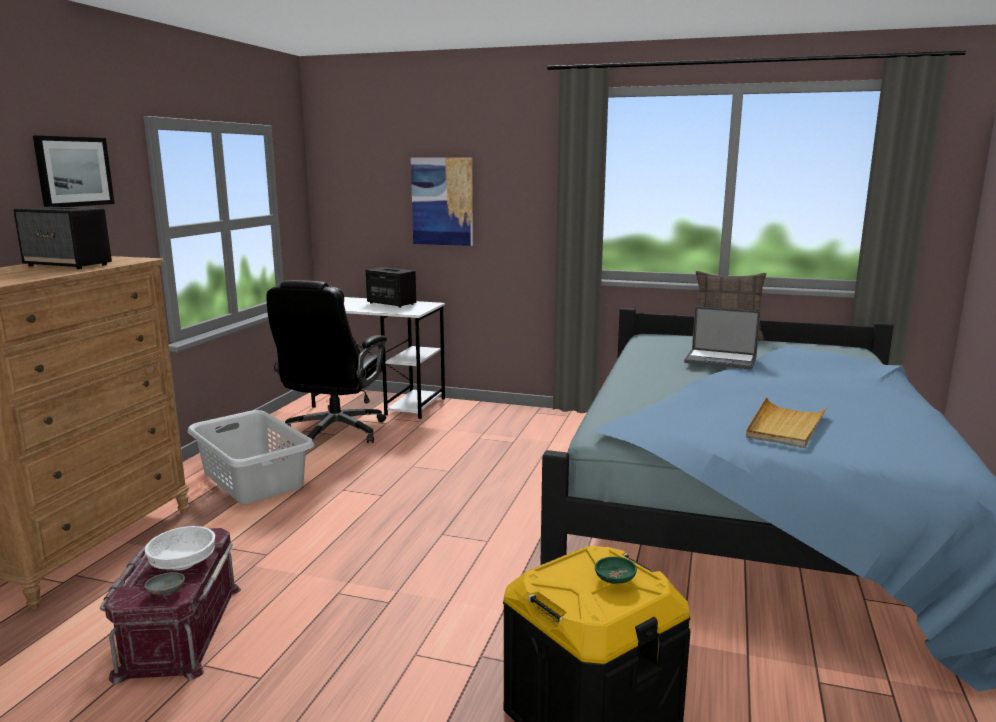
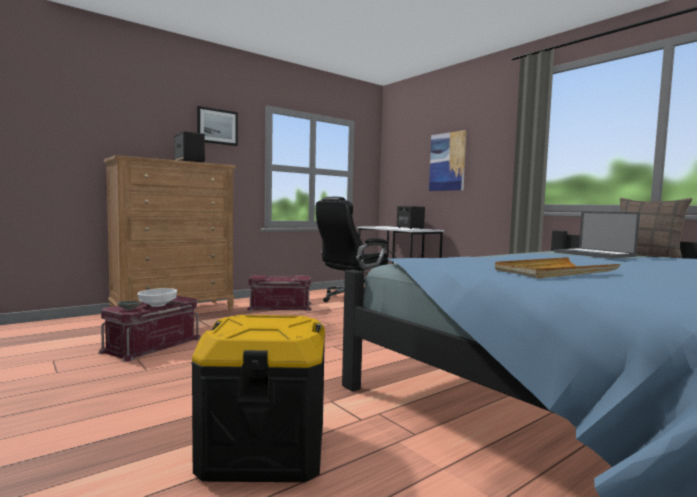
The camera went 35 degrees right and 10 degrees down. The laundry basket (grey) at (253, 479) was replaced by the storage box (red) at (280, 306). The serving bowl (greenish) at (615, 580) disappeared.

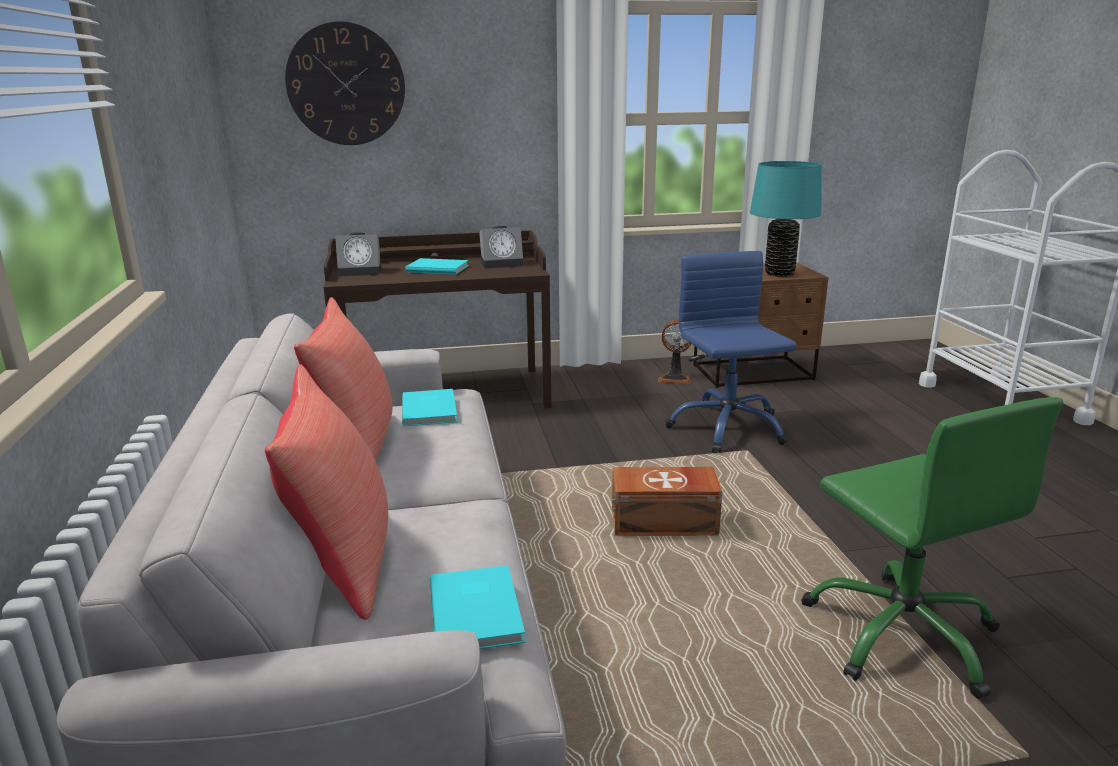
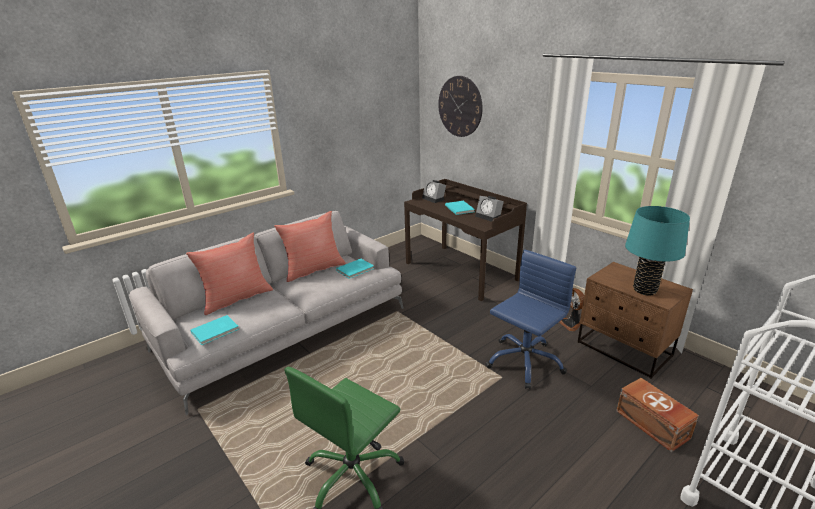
The camera went 60 degrees right and 5 degrees up. The storage box (brownish) moved from (665, 524) to (652, 425).

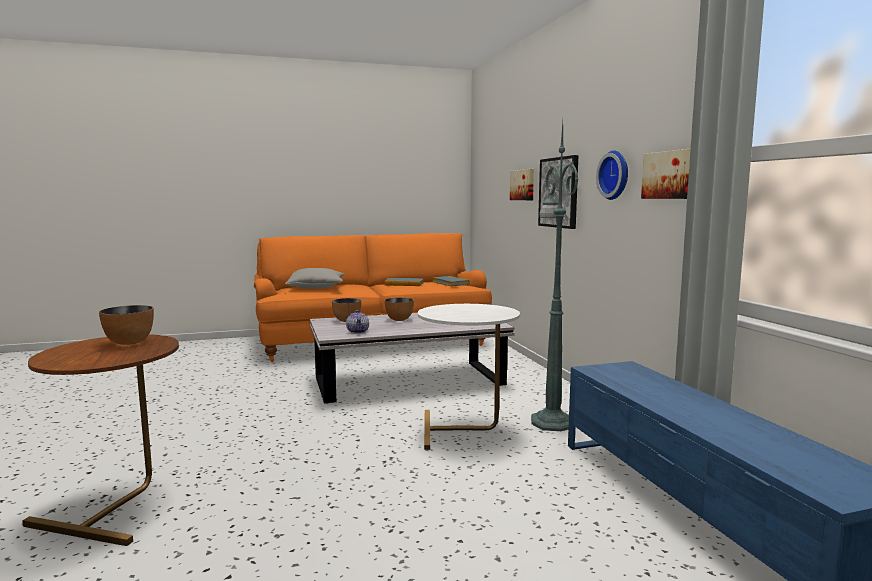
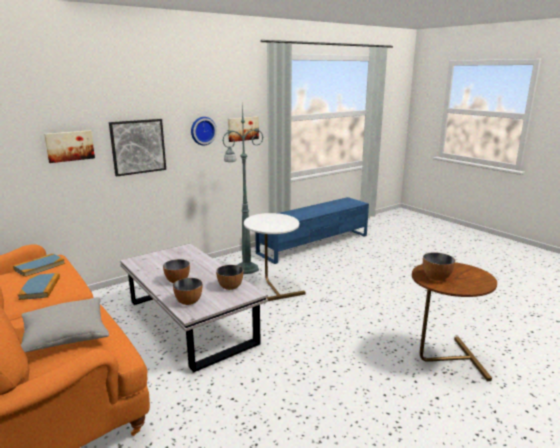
The camera went 110 degrees left and 10 degrees up. The teapot at (358, 331) was replaced by the serving bowl at (230, 287).

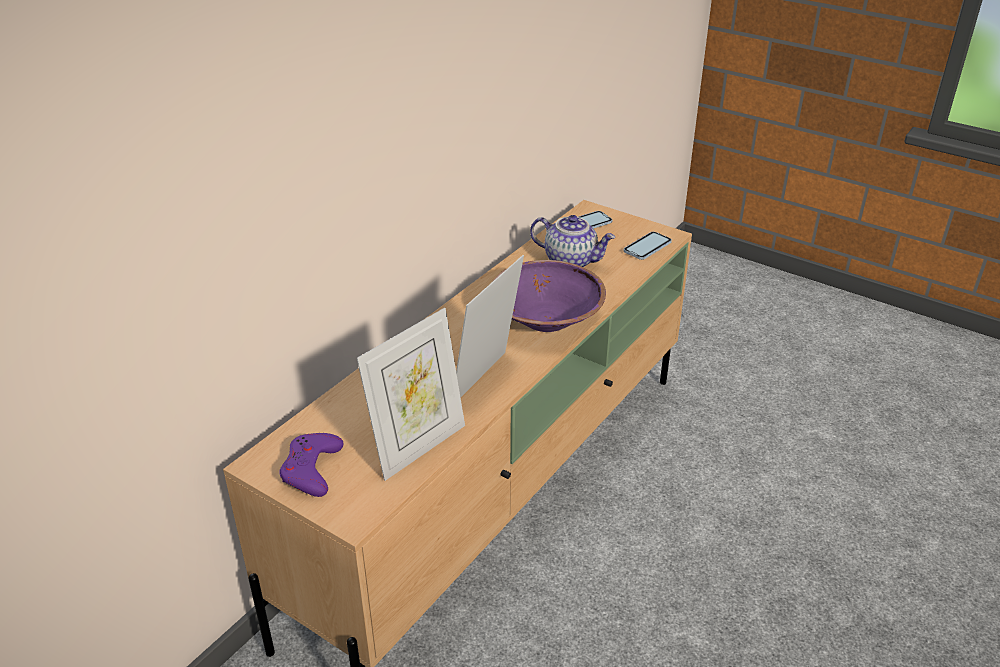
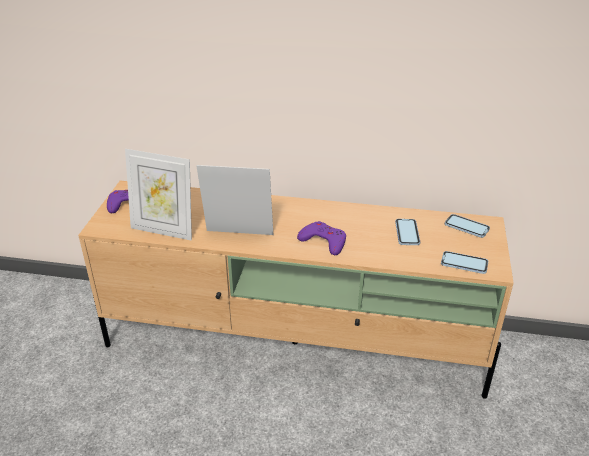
The camera went 65 degrees right and 0 degrees up. The teapot at (571, 261) was replaced by the telephone at (407, 233). The serving bowl (purple-coloured) at (547, 319) was replaced by the game controller (purple-coloured) at (323, 241).

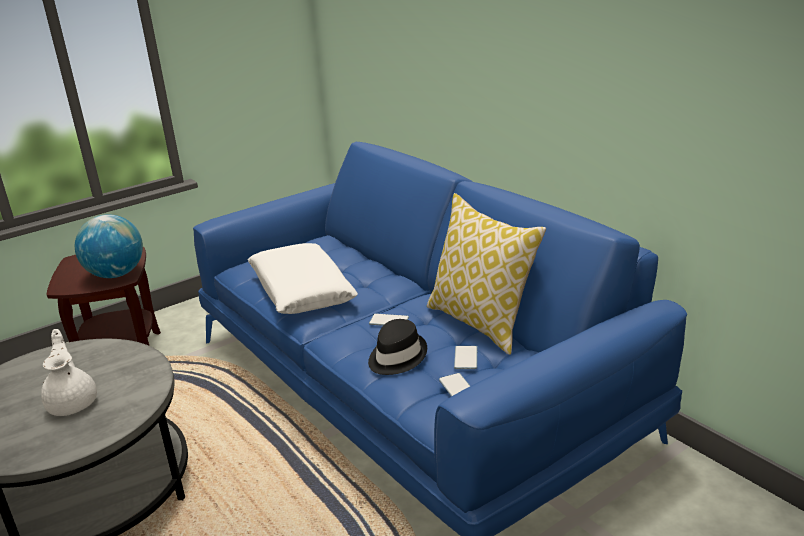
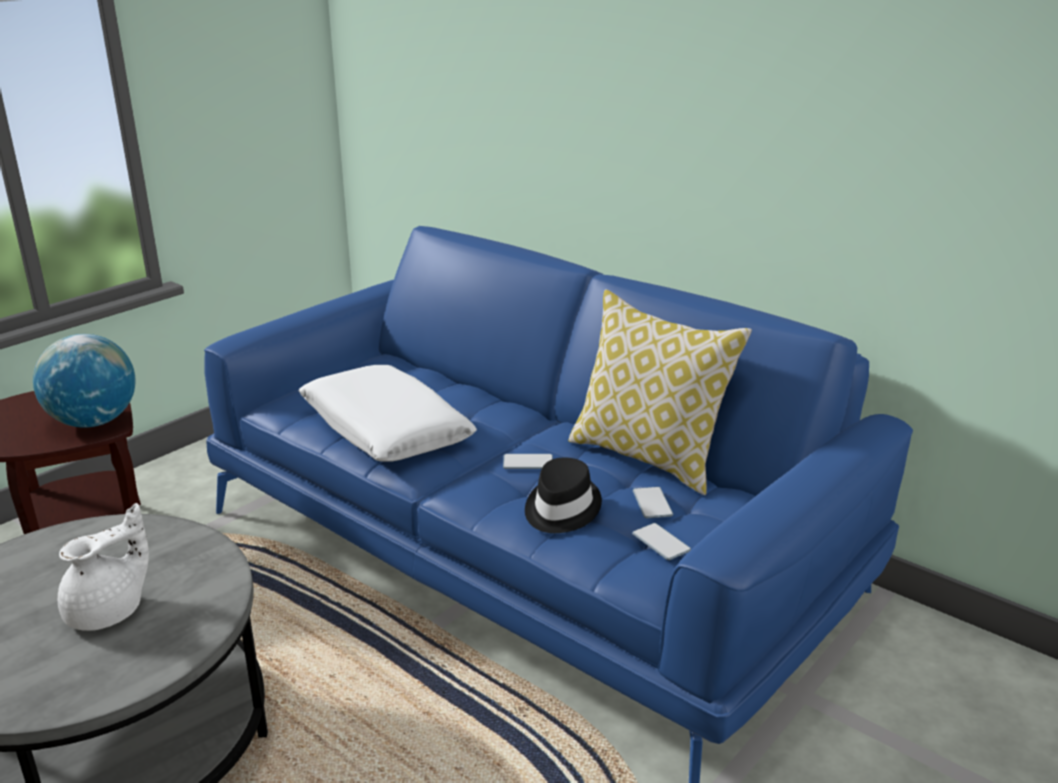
The camera went 15 degrees left and 0 degrees up. The teapot (whitish) at (73, 403) turned 75 degrees clockwise.

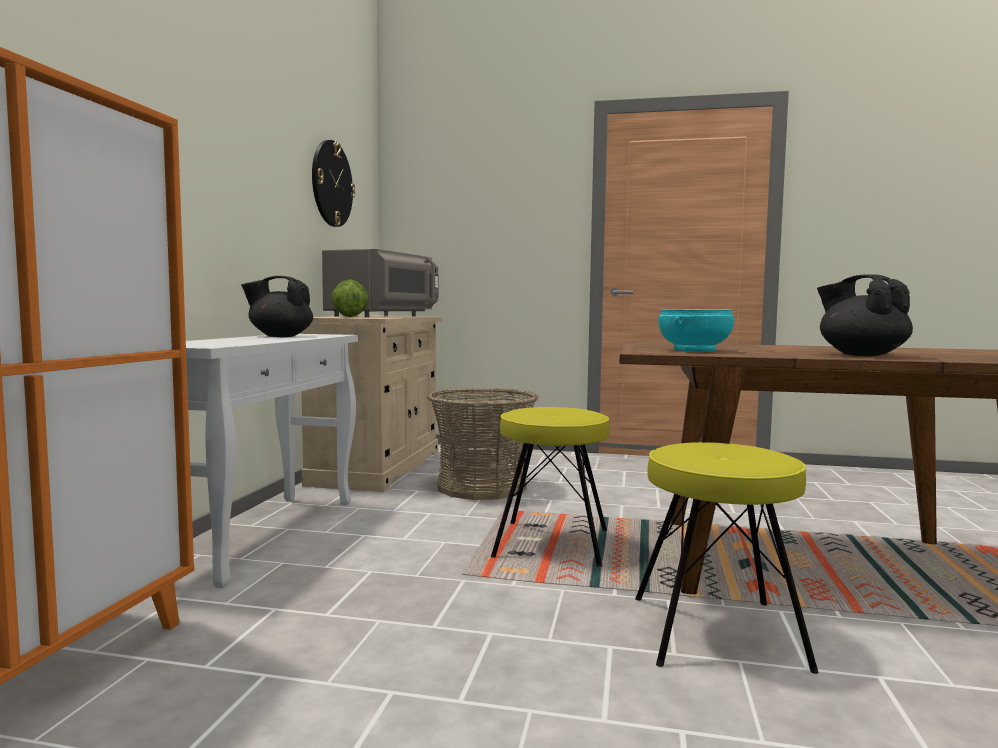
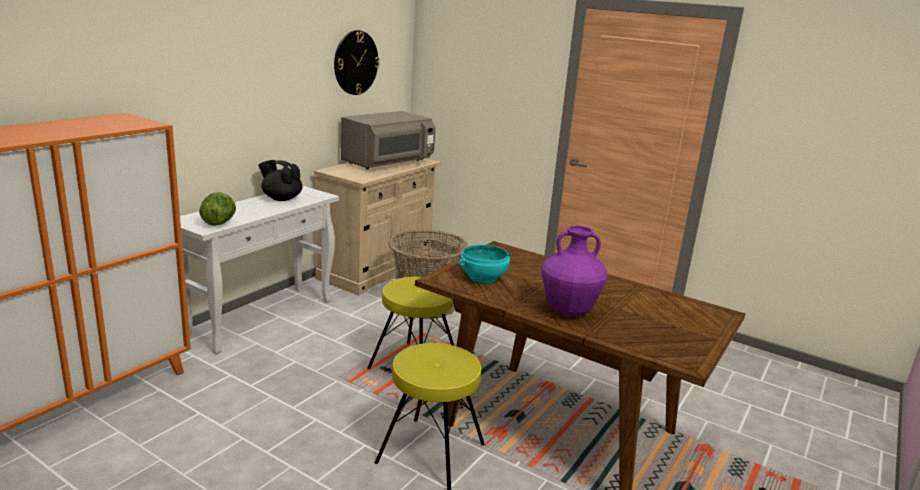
The camera went 20 degrees right and 15 degrees up. The teapot (black) at (861, 355) was replaced by the decorative vase (purple-coloured) at (569, 312). The lettuce head moved from (349, 317) to (219, 223).

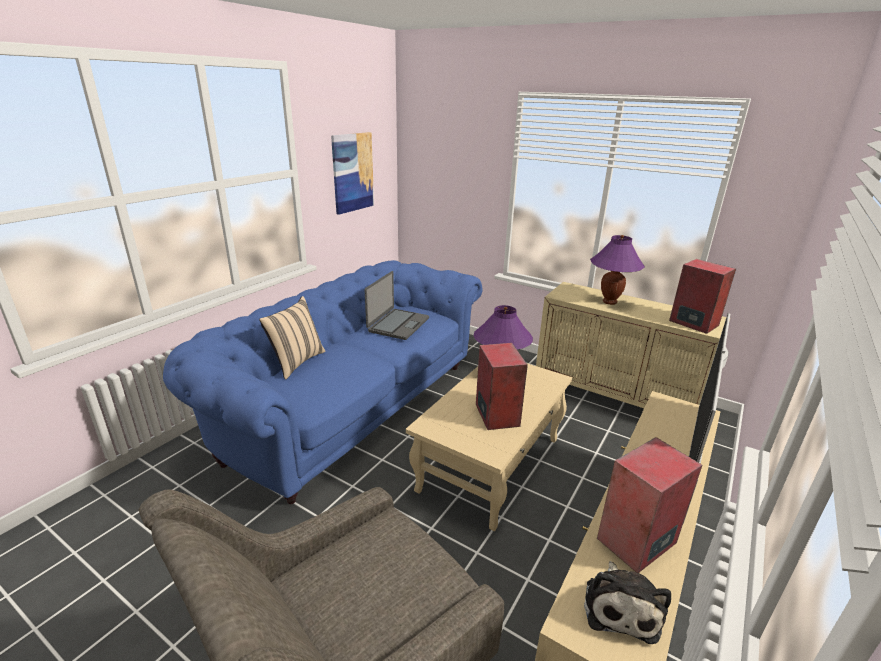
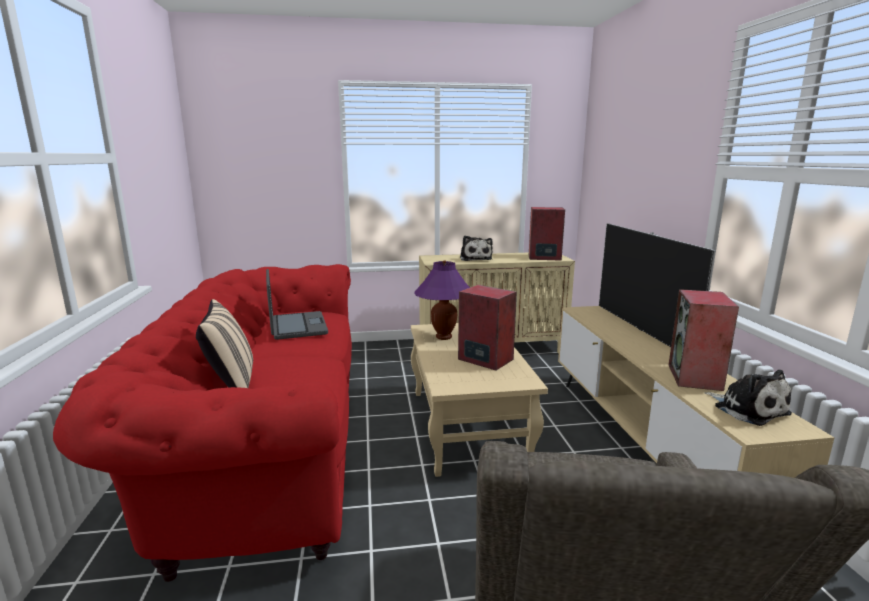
The camera went 40 degrees left and 10 degrees down. The wall picture at (353, 172) disappeared. The table lamp (purple-coloured) at (609, 302) was replaced by the cuddly toy at (475, 258). The settee (blue) at (348, 405) became the settee (red) at (264, 443).

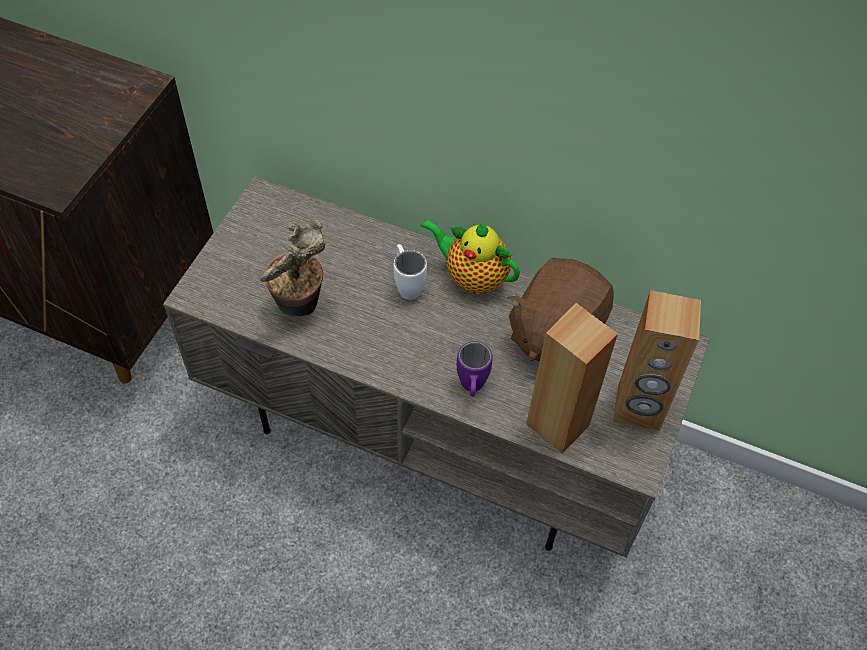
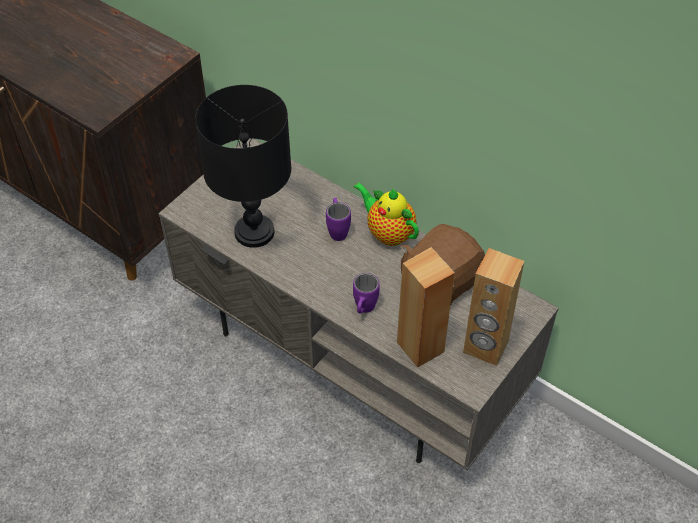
The camera went 15 degrees right and 5 degrees down. The plant in a pot at (300, 308) was replaced by the table lamp (black) at (255, 232). The mug (whitish) at (407, 284) became the mug (purple-coloured) at (337, 229).

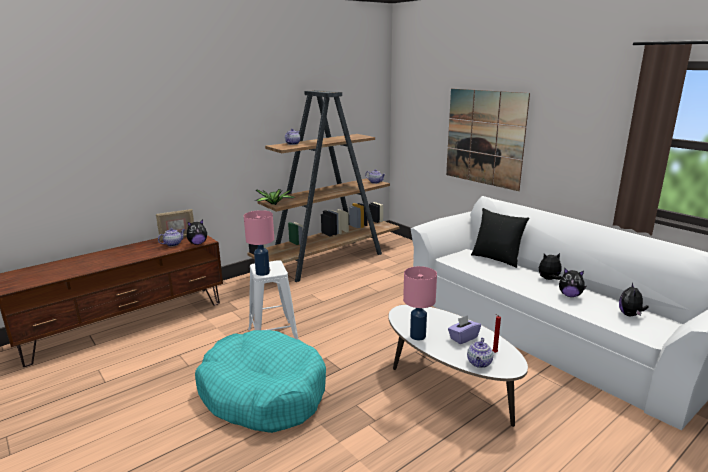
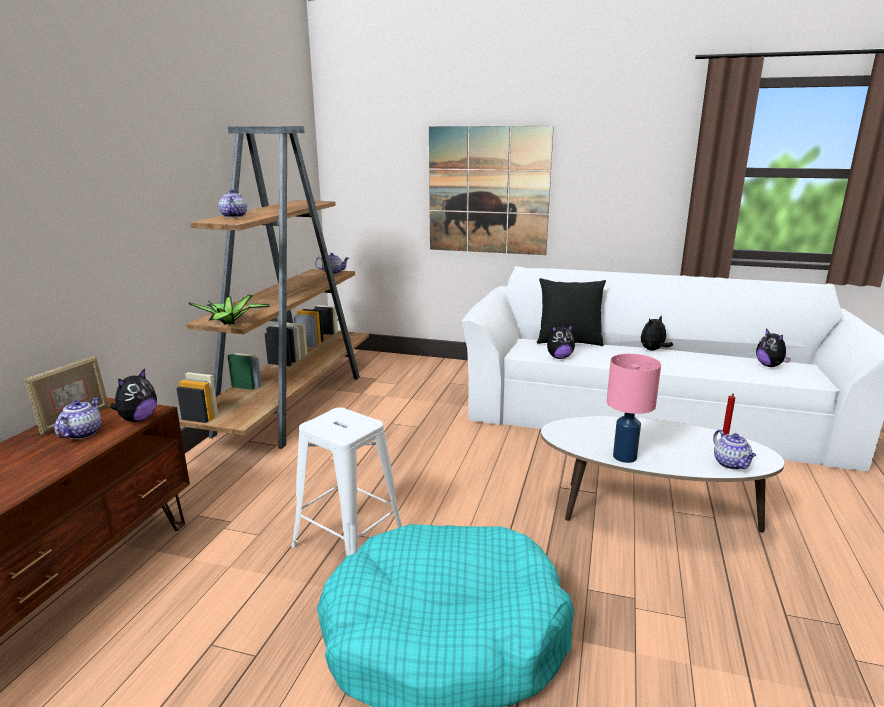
The camera went 35 degrees left and 0 degrees up. The table lamp (pink-coloured) at (263, 273) disappeared. The cuddly toy moved from (570, 295) to (559, 357). The box of tissues (purple-coloured) at (463, 338) disappeared.

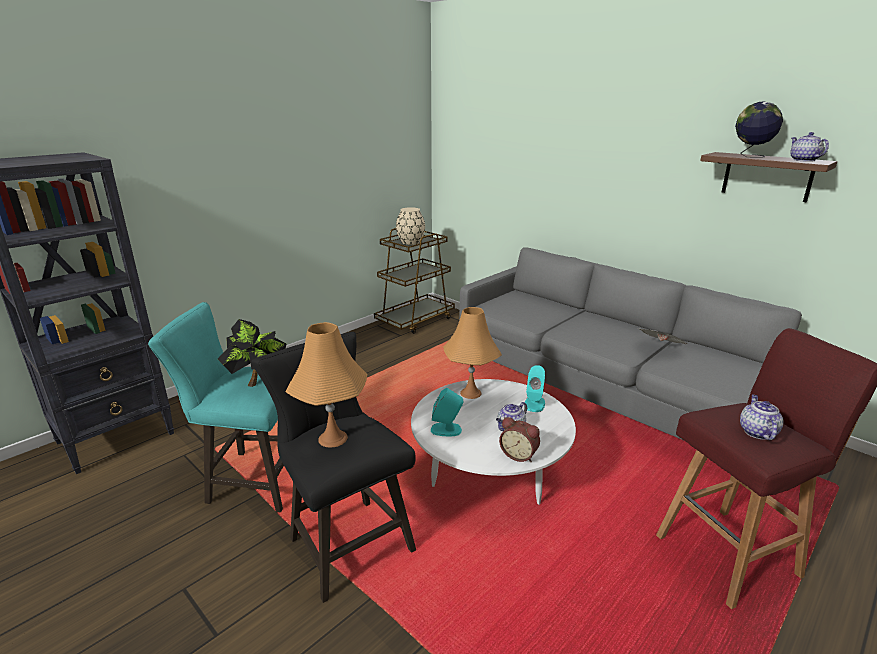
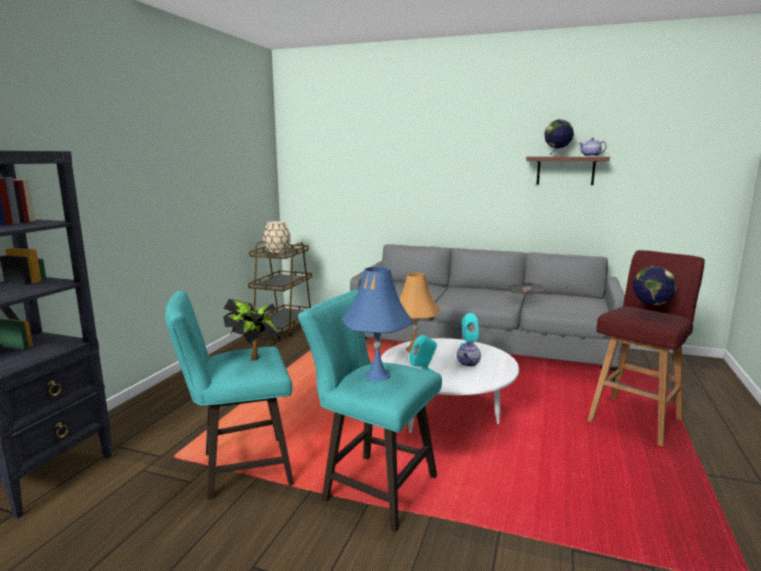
The camera went 25 degrees left and 10 degrees down. The table lamp (orangey) at (333, 438) became the table lamp (blue) at (377, 375). The stool (black) at (345, 540) became the stool (turquoise) at (372, 486). The teapot at (756, 432) was replaced by the globe at (650, 314). The table clock at (519, 454) disappeared.

